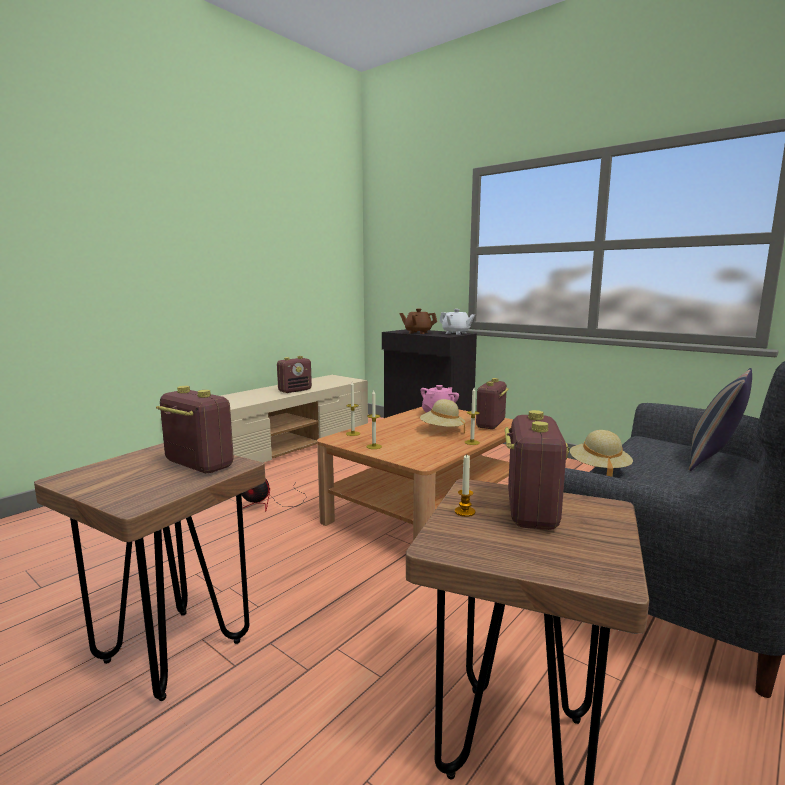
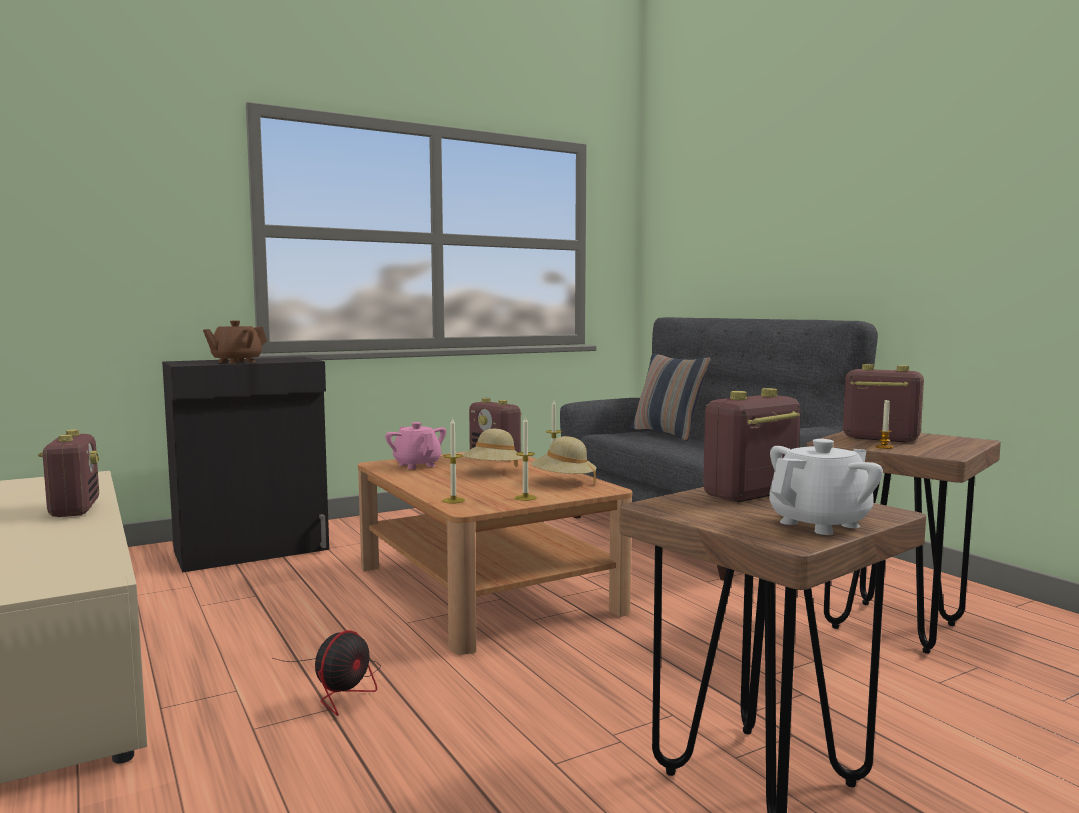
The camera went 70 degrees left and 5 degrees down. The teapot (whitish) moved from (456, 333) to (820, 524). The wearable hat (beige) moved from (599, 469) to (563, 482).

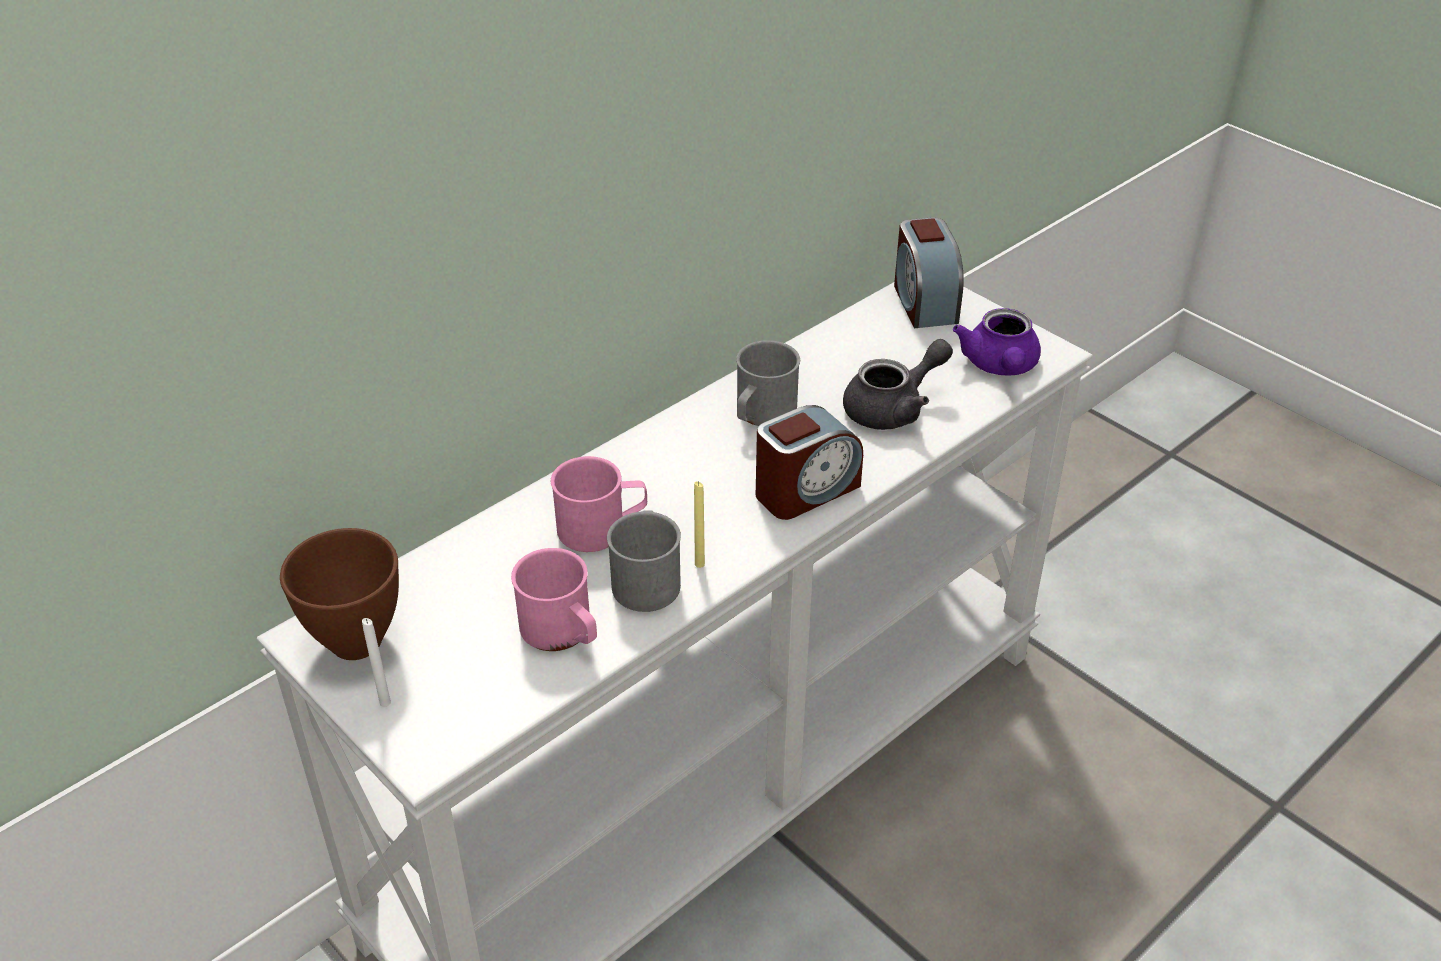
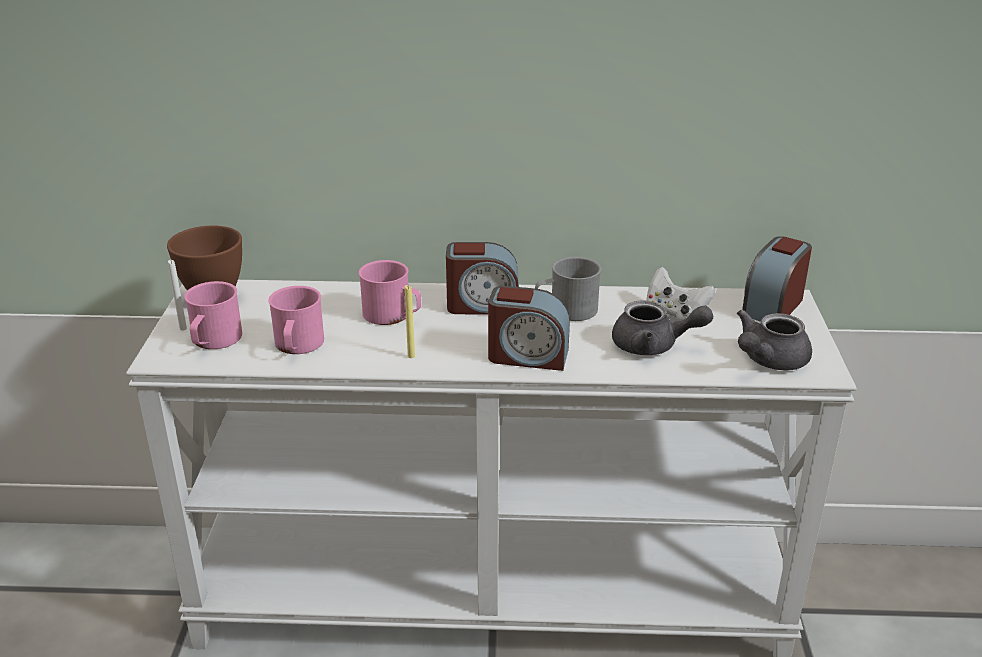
The camera went 45 degrees right and 10 degrees down. The teapot (purple-coloured) at (1000, 366) became the teapot (grey) at (768, 360). The mug (grey) at (646, 579) disappeared. The table clock at (482, 305) appeared. The game controller (whitish) at (675, 313) appeared. The mug (pink-coloured) at (213, 341) appeared.

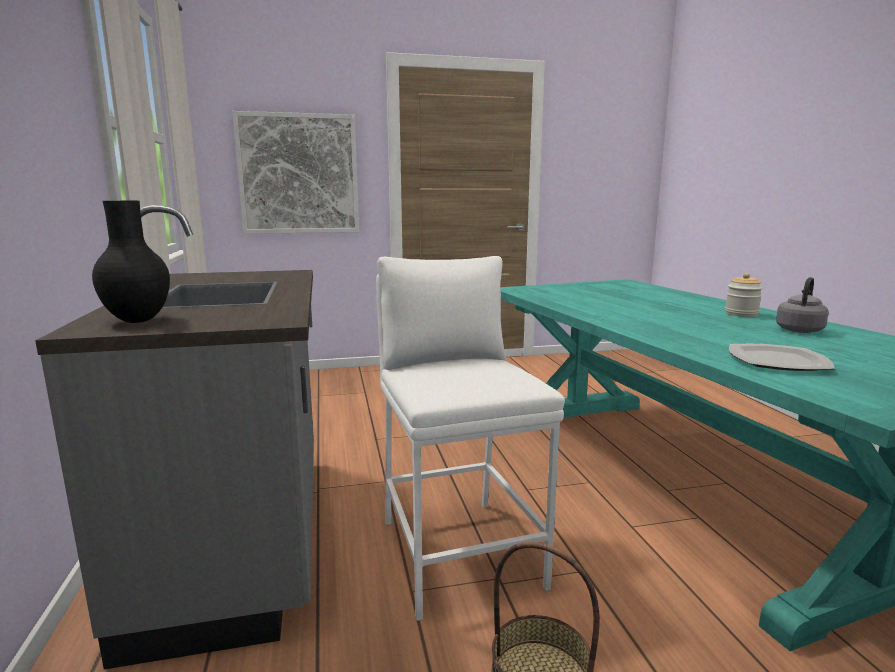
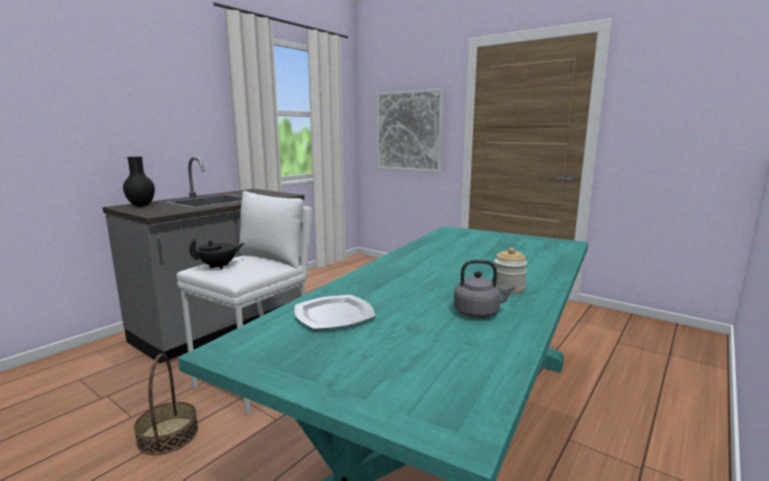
The camera went 50 degrees right and 0 degrees up. The teapot (black) at (219, 266) appeared.

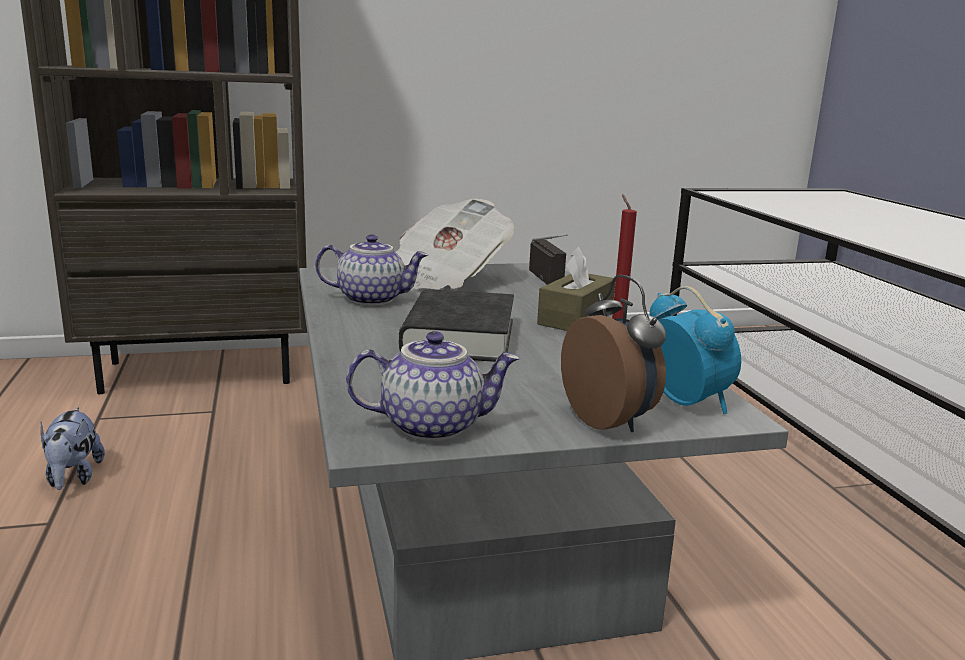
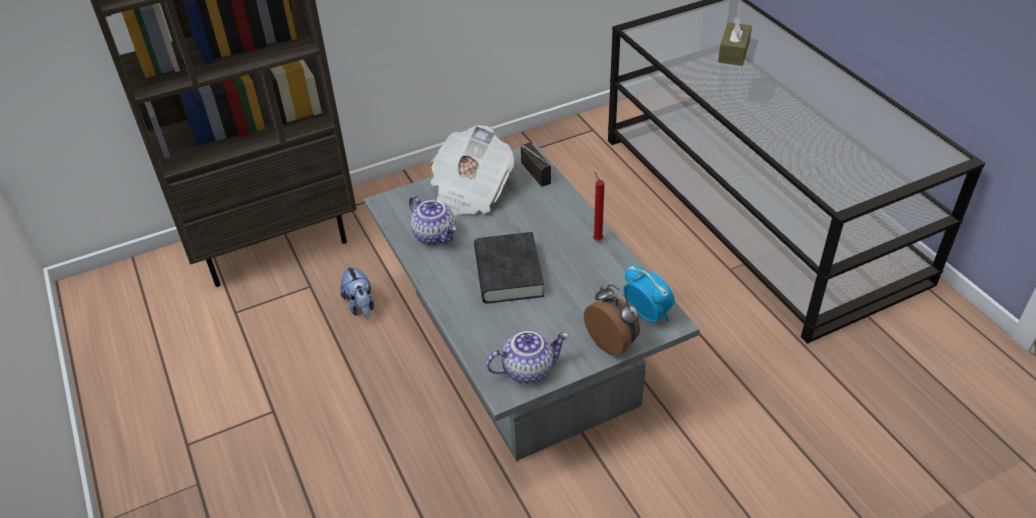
The camera went 10 degrees left and 25 degrees up. The teapot at (372, 299) turned 60 degrees clockwise. The box of tissues (brownish) moved from (575, 318) to (733, 52). The cuddly toy moved from (73, 478) to (360, 306).

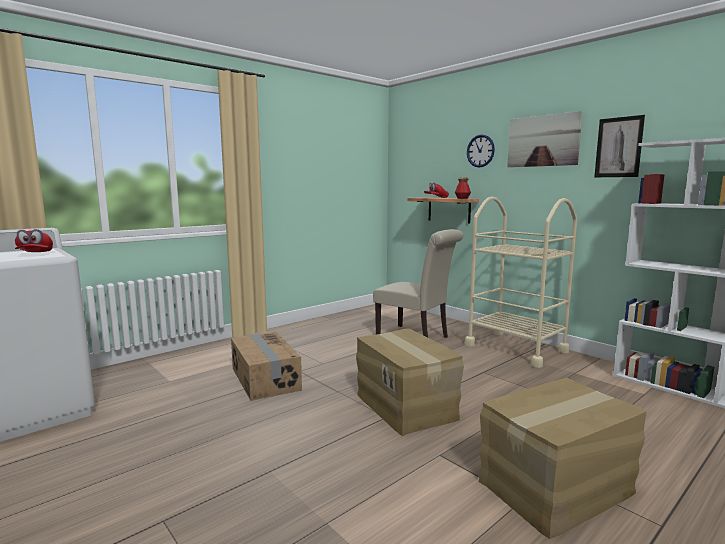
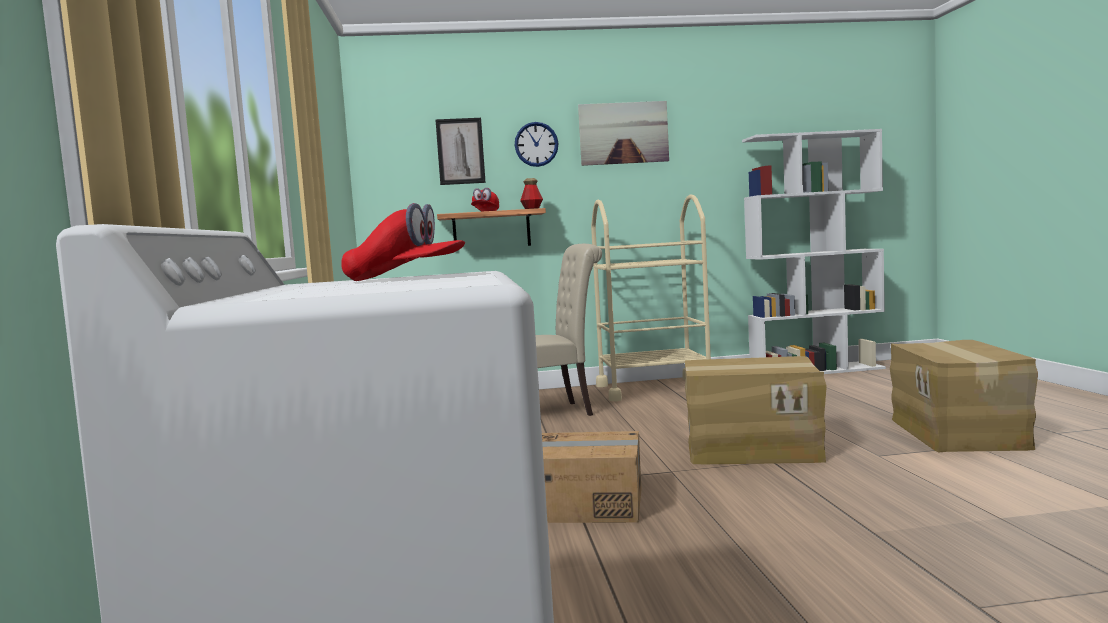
The camera went 55 degrees left and 5 degrees down. The wall picture moved from (618, 147) to (460, 151).

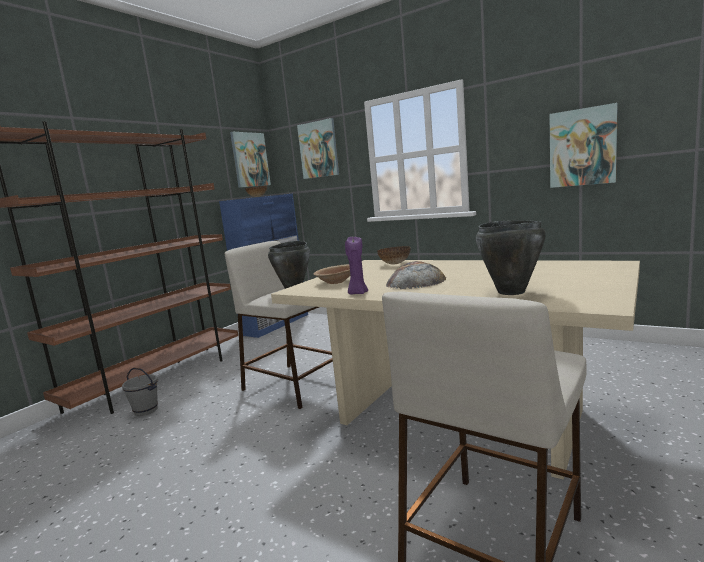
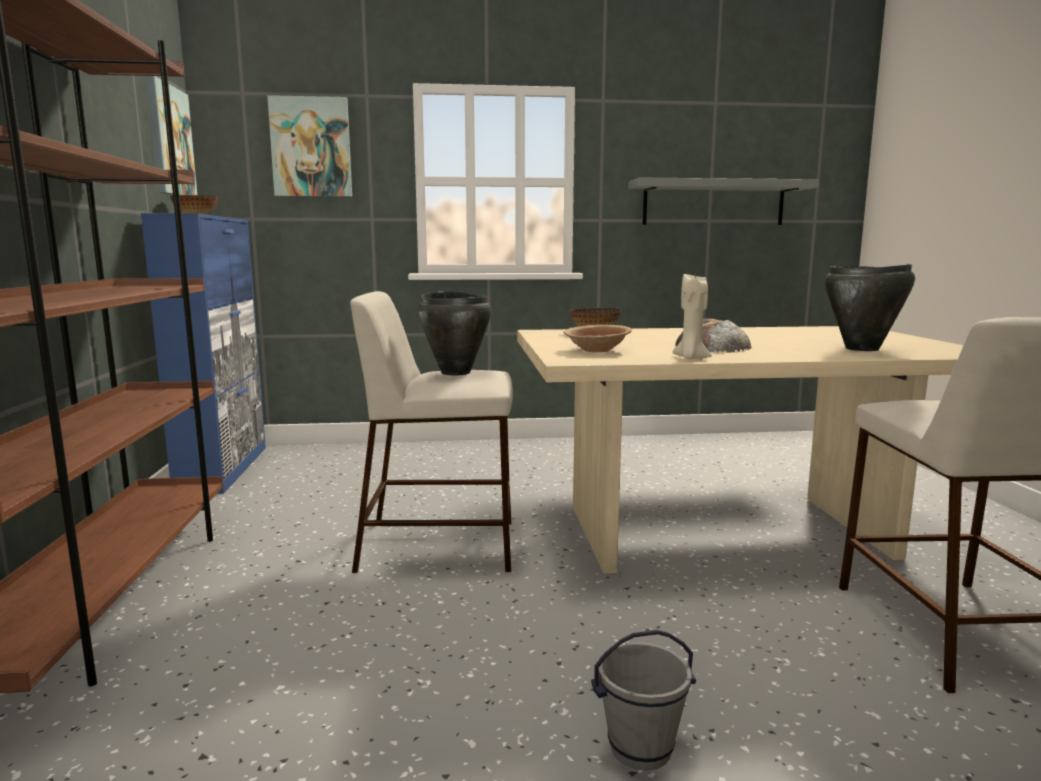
The camera went 40 degrees left and 0 degrees up. The wall picture at (582, 147) was replaced by the wall shelf (grey) at (713, 203). The candle (purple-coloured) at (357, 293) became the candle (beige) at (690, 358). The water bucket (grey) moved from (145, 411) to (641, 749).

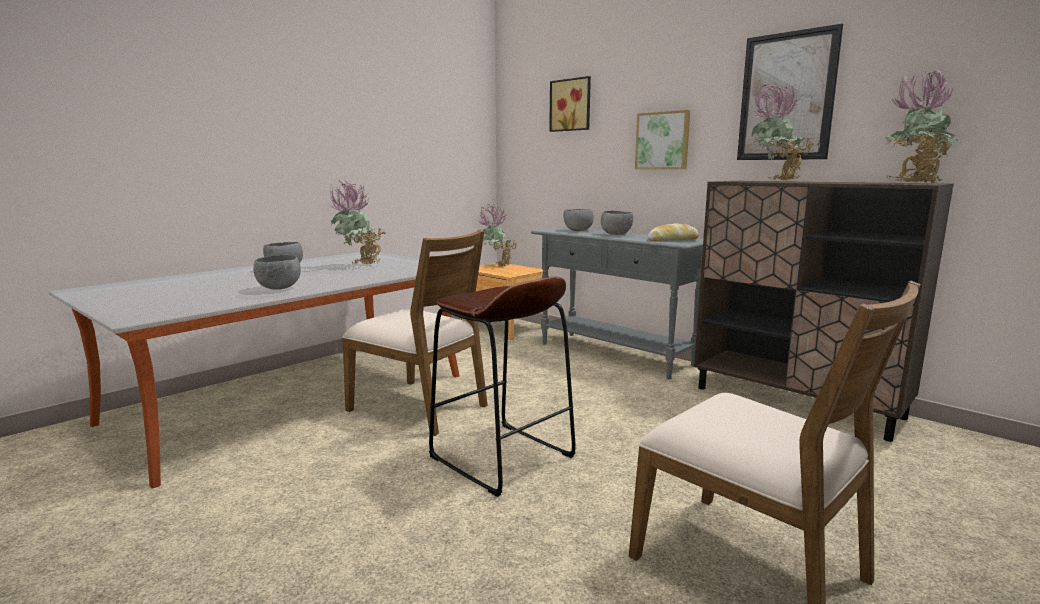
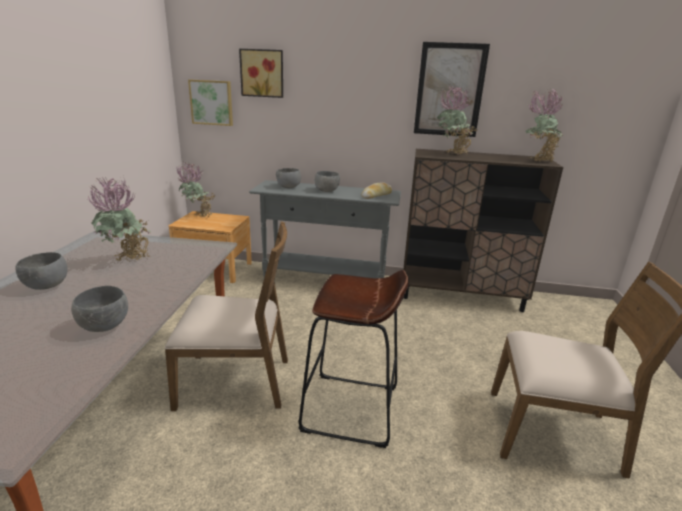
The camera went 35 degrees left and 10 degrees up. The wall picture moved from (663, 141) to (212, 102).

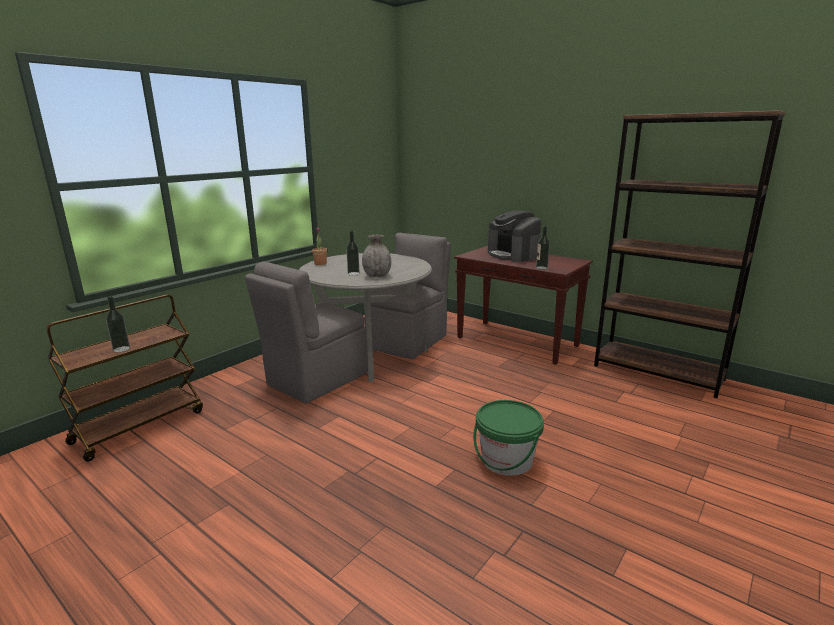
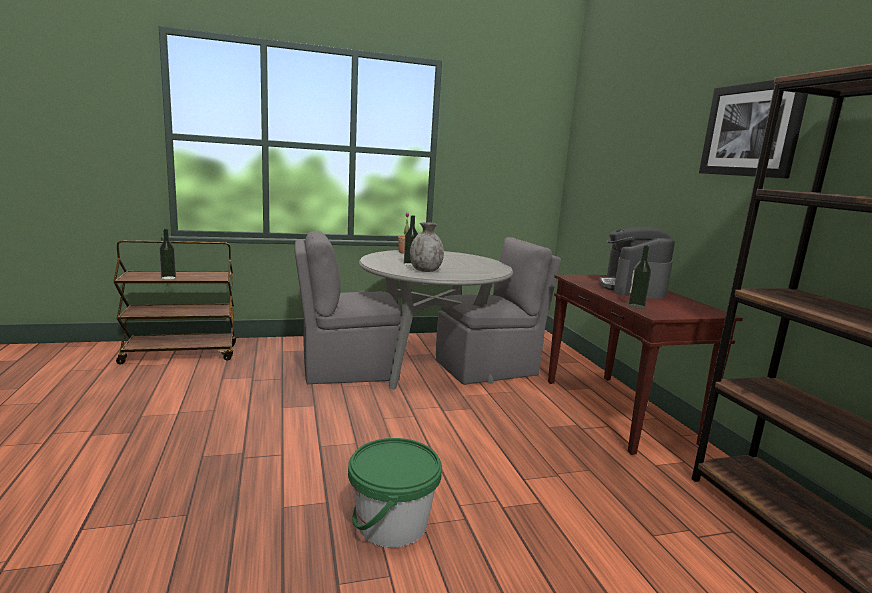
The camera went 35 degrees right and 5 degrees down. The wall picture at (751, 130) appeared.

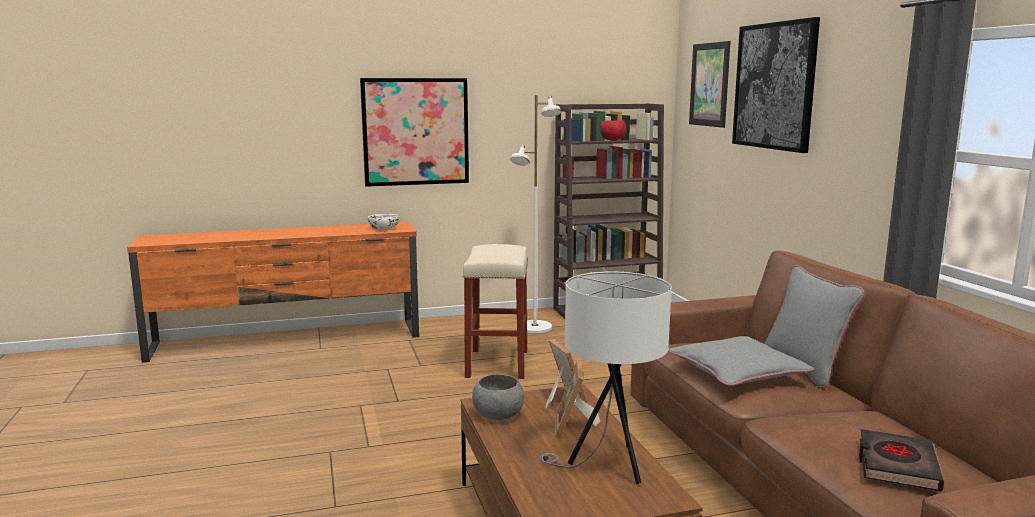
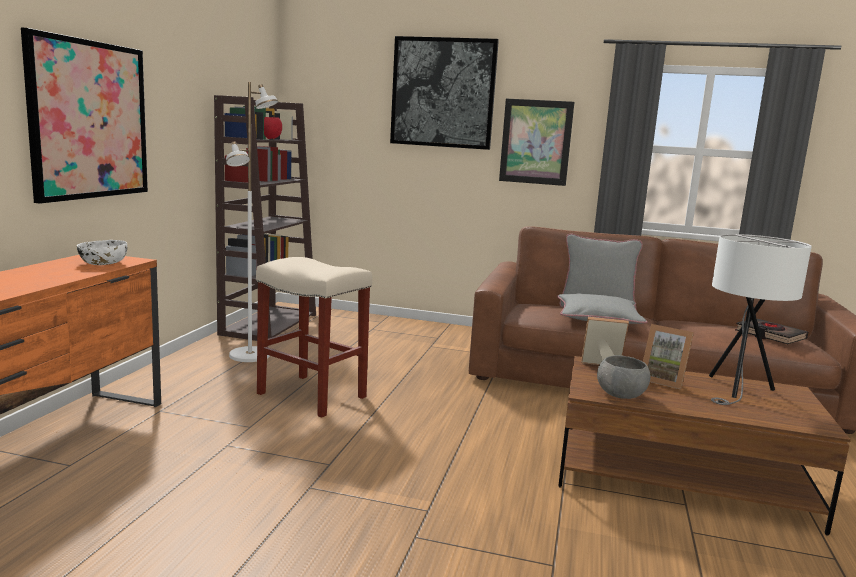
The camera went 60 degrees left and 0 degrees up. The wall picture moved from (709, 84) to (536, 142).

